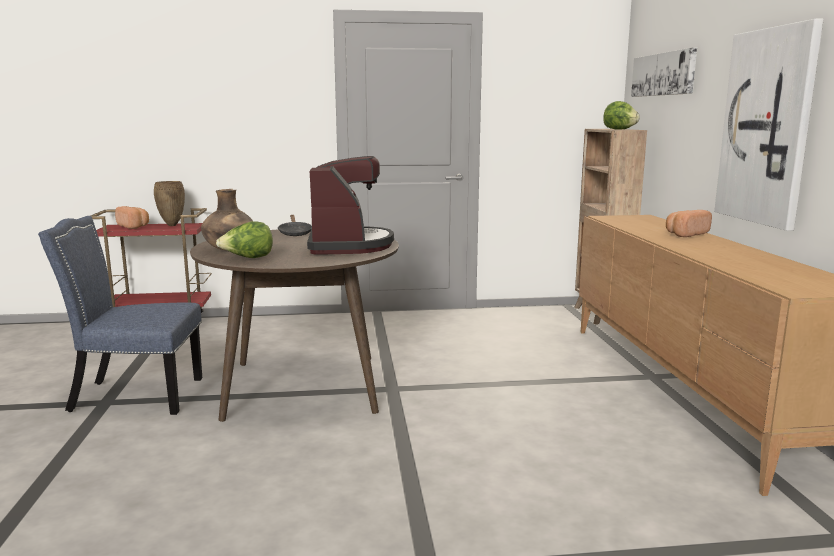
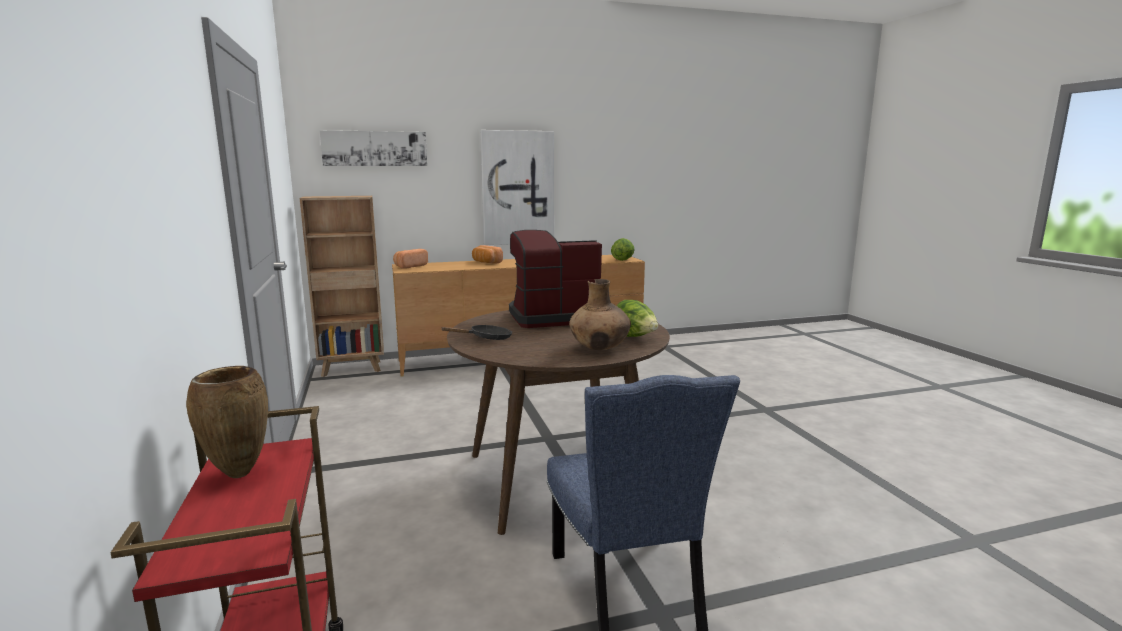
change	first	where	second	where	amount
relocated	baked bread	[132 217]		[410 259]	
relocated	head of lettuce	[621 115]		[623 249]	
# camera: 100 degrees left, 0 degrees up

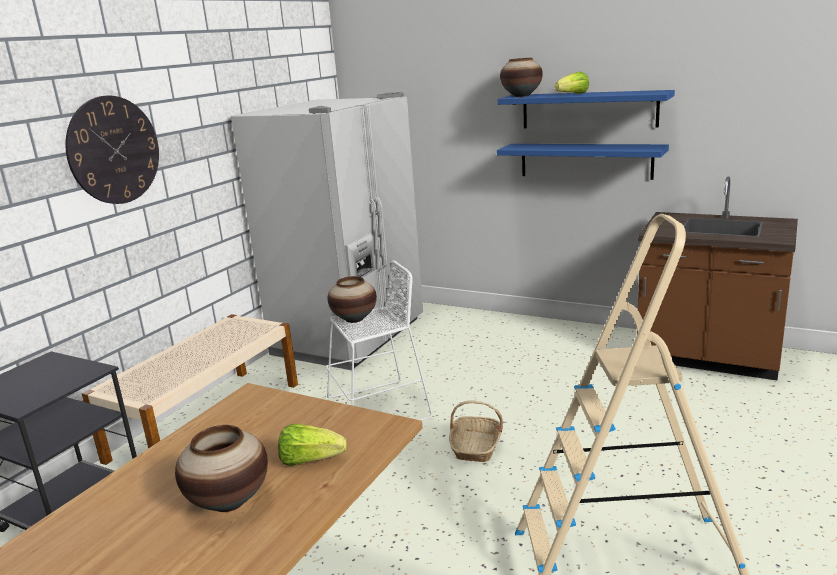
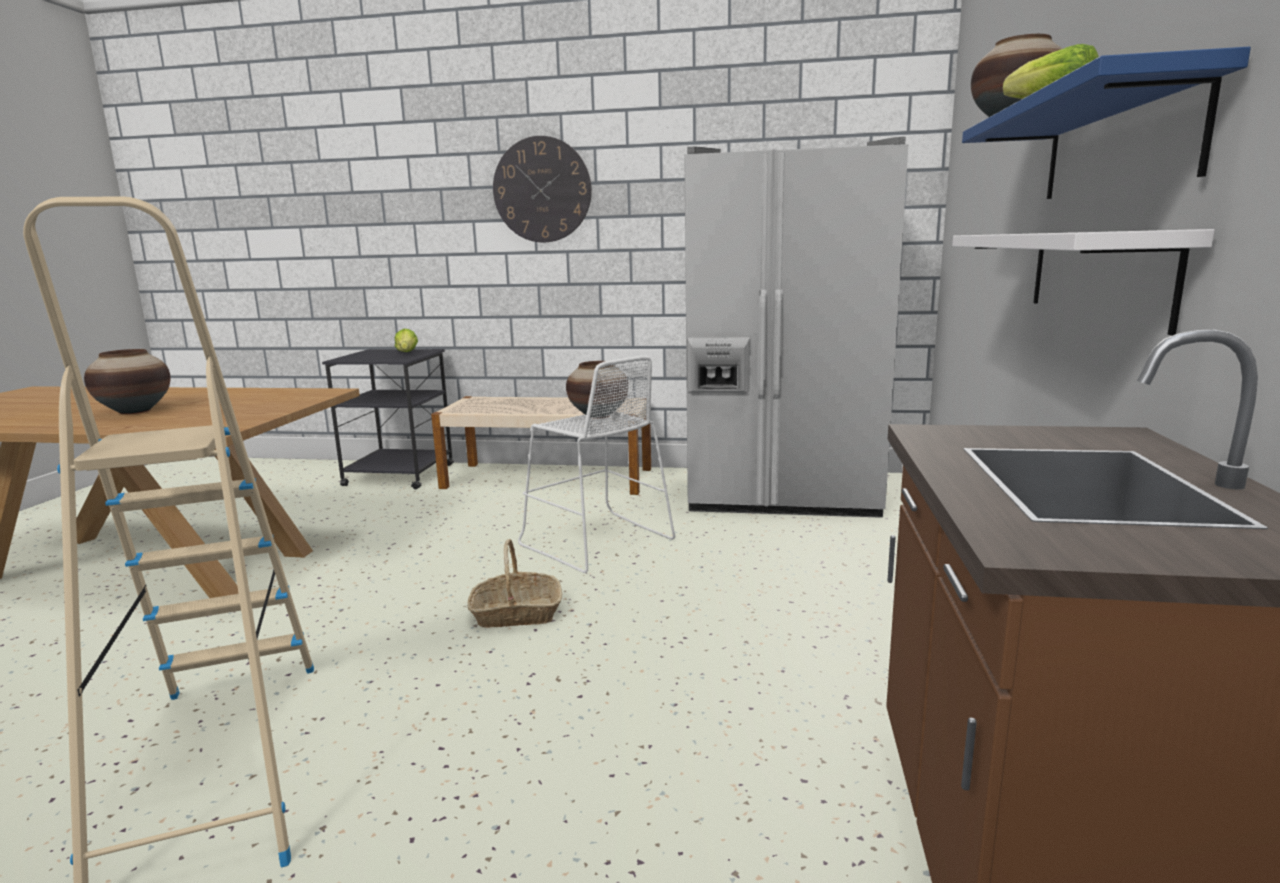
change	first	where	second	where	amount
relocated	head of lettuce	[312 445]		[406 340]	
colour	bluish wall shelf	[583 162]	white-coloured wall shelf	[1083 282]	
# camera: 70 degrees right, 5 degrees down

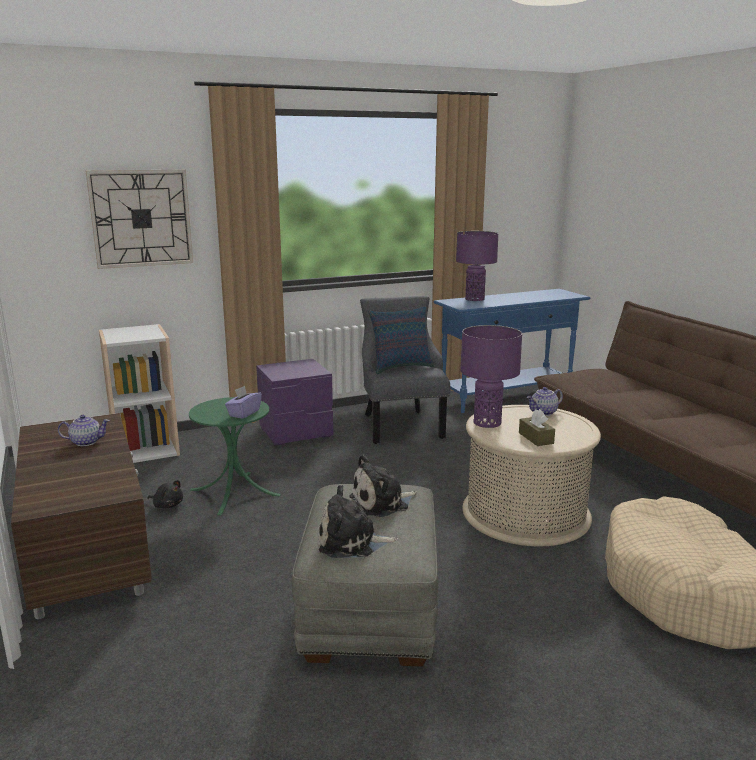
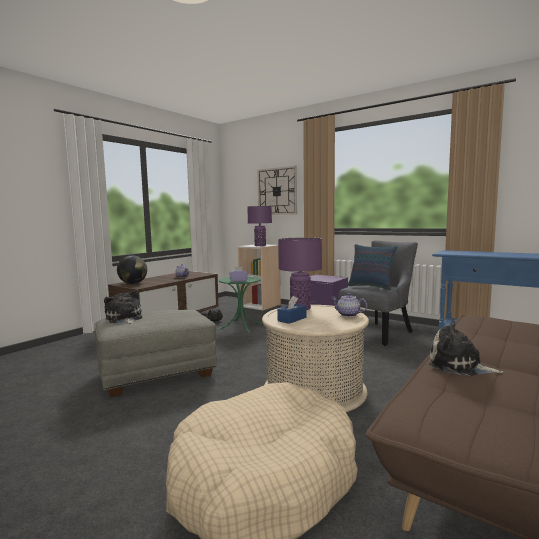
change	first	where	second	where	amount
appeared			desk globe	[132 269]	
relocated	cuddly toy	[383 485]		[466 348]	
relocated	purple-coloured lamp for a table	[477 266]		[260 226]	
colour	brownish tissue holder	[537 427]	bluish tissue holder	[291 310]	
# camera: 60 degrees right, 10 degrees down

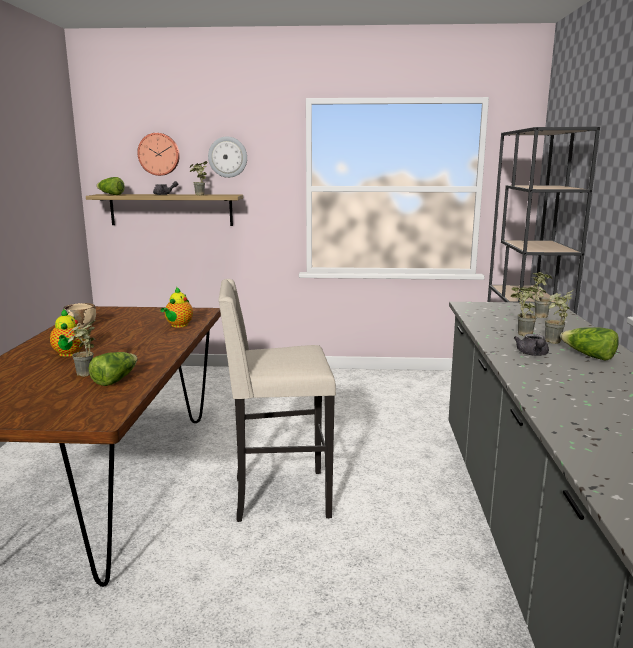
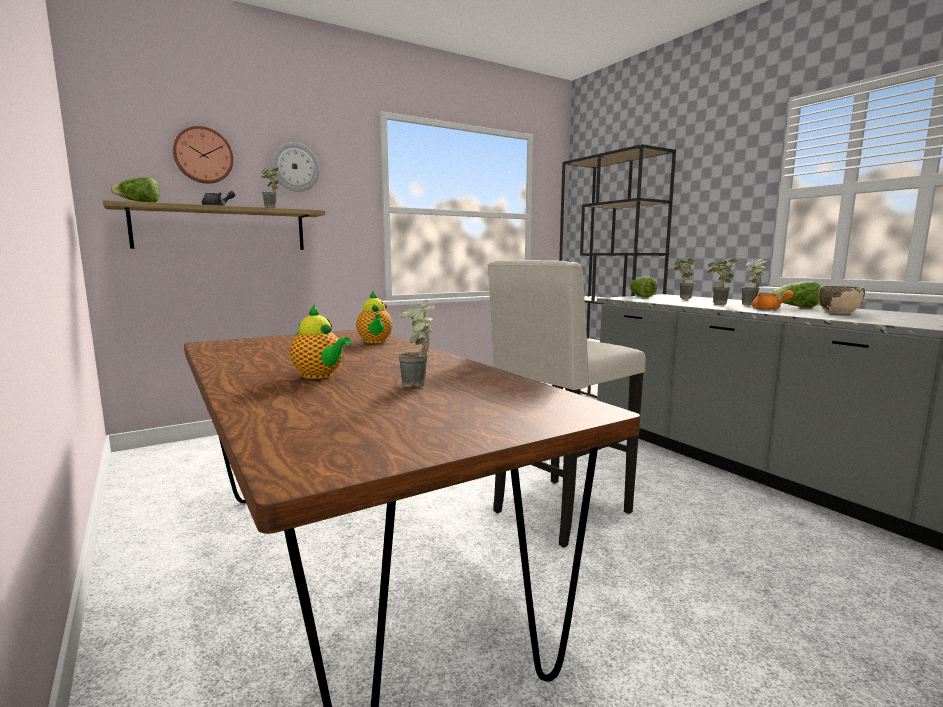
change	first	where	second	where	amount
relocated	beige serving bowl	[79 316]		[841 300]	
relocated	head of lettuce	[113 369]		[643 286]	
colour	greyish teapot	[531 345]	orangey teapot	[773 300]	
# camera: 35 degrees left, 5 degrees down

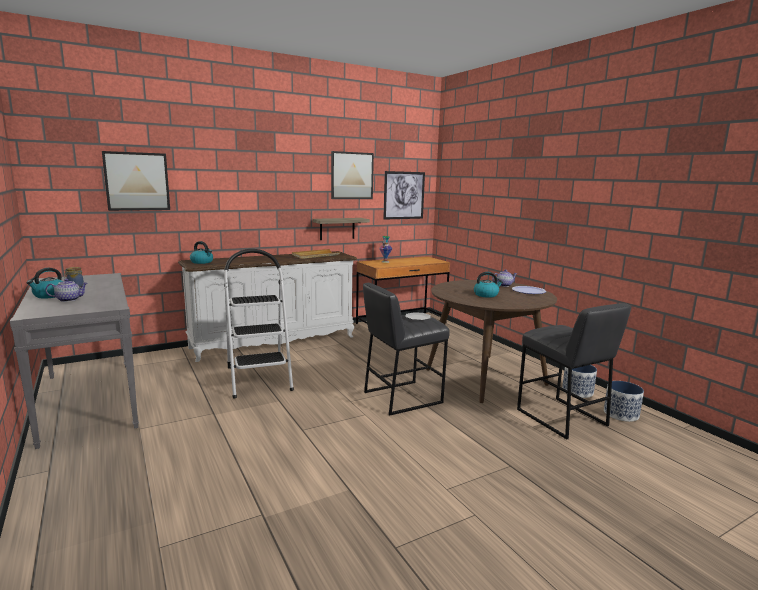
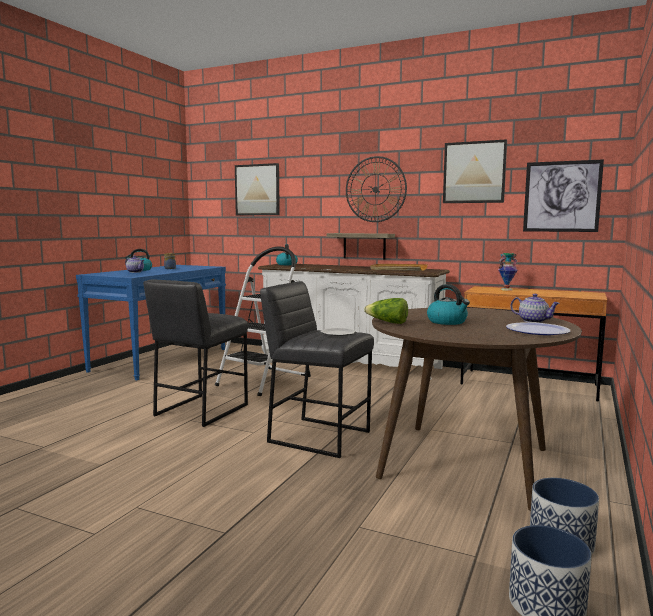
change	first	where	second	where	amount
appeared			clock on the wall	[376 189]	
appeared			head of lettuce	[386 311]	
relocated	wall shelf	[341 229]		[360 246]	
relocated	greyish sitting stool	[574 371]		[195 353]	
colour	greyish narrow table	[74 361]	bluish narrow table	[151 322]	
# camera: 55 degrees right, 5 degrees down

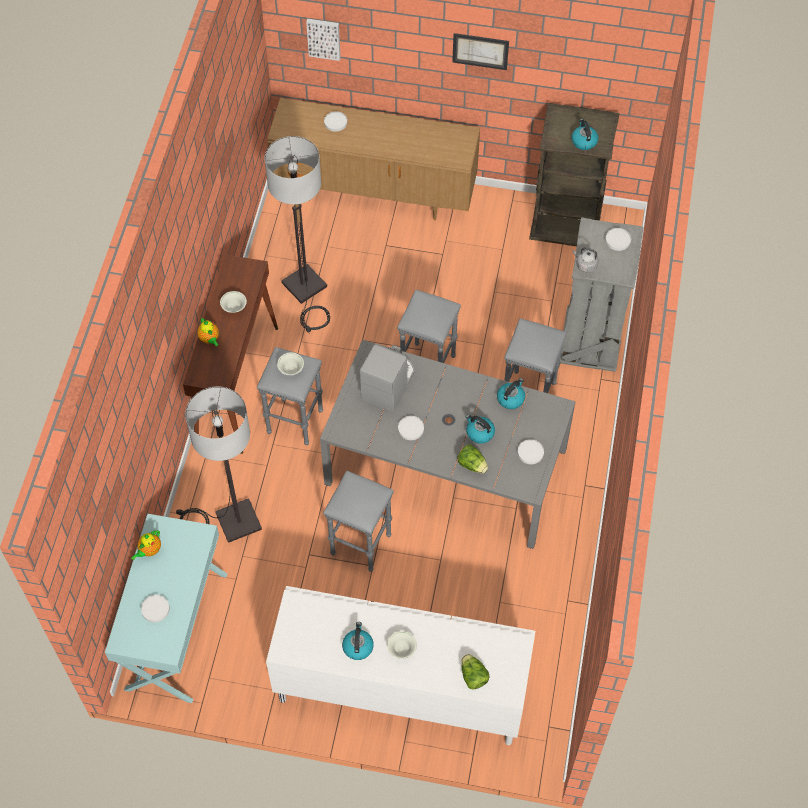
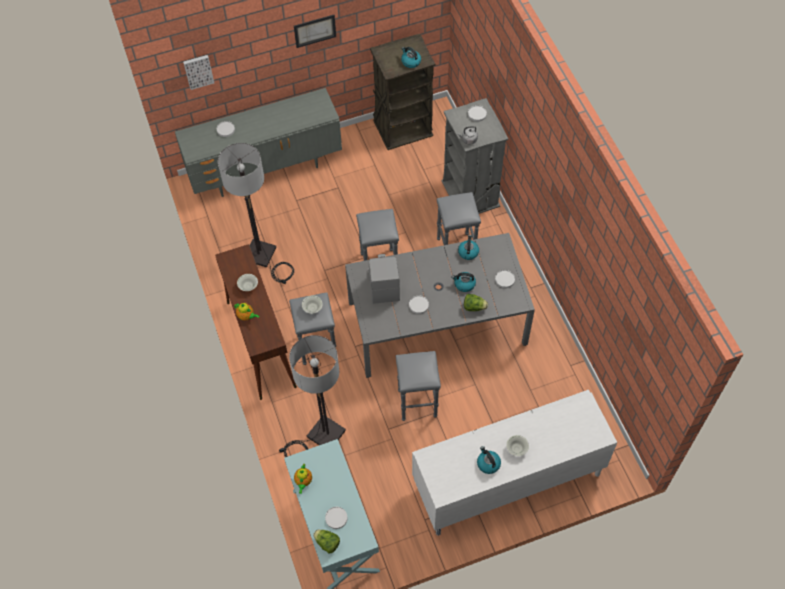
change	first	where	second	where	amount
relocated	head of lettuce	[476 672]		[326 542]	
colour	brownish chest of drawers	[373 159]	greyish chest of drawers	[258 142]	
# camera: 30 degrees left, 0 degrees up

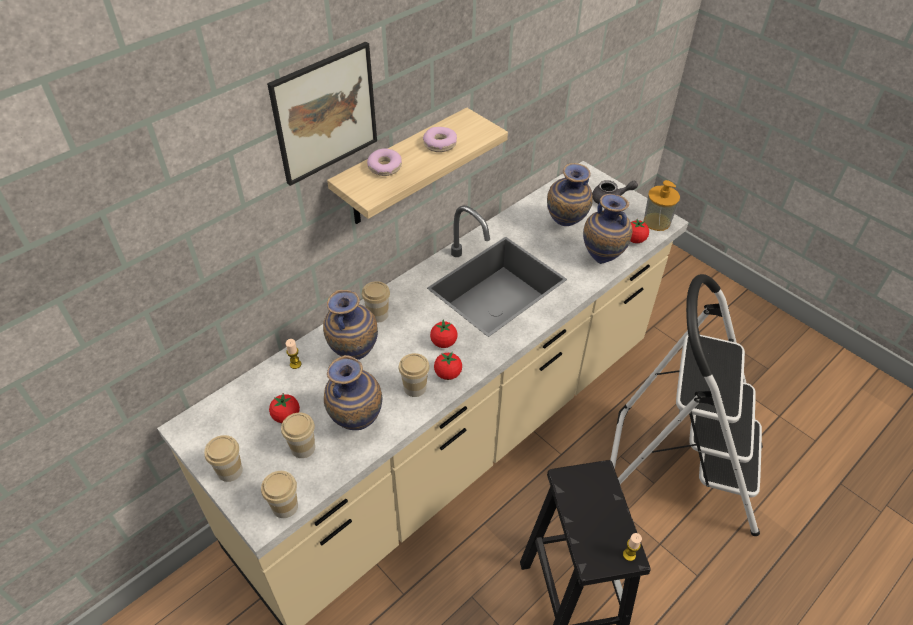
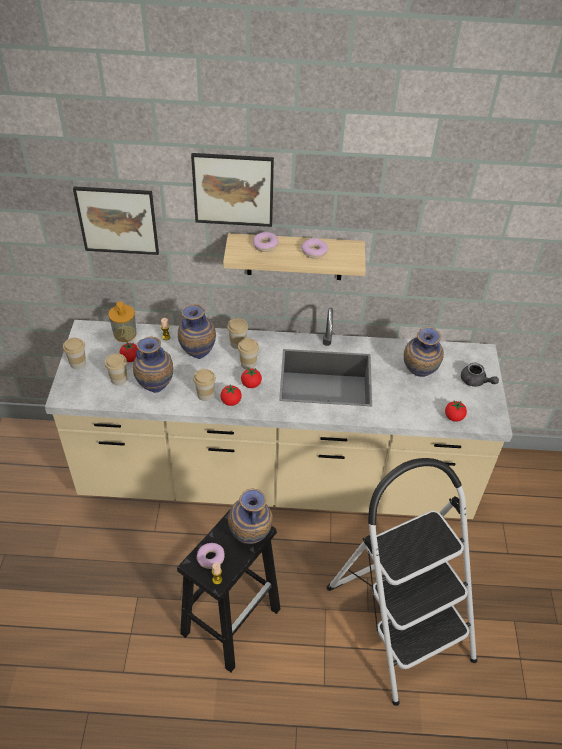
change	first	where	second	where	amount
appeared			picture	[116 220]	
appeared			ring doughnut	[210 556]	
relocated	drinking cup	[279 494]		[248 354]	
relocated	decorative vase	[607 229]		[250 516]	
relocated	soap bottle	[662 205]		[122 321]	
# camera: 45 degrees right, 0 degrees up

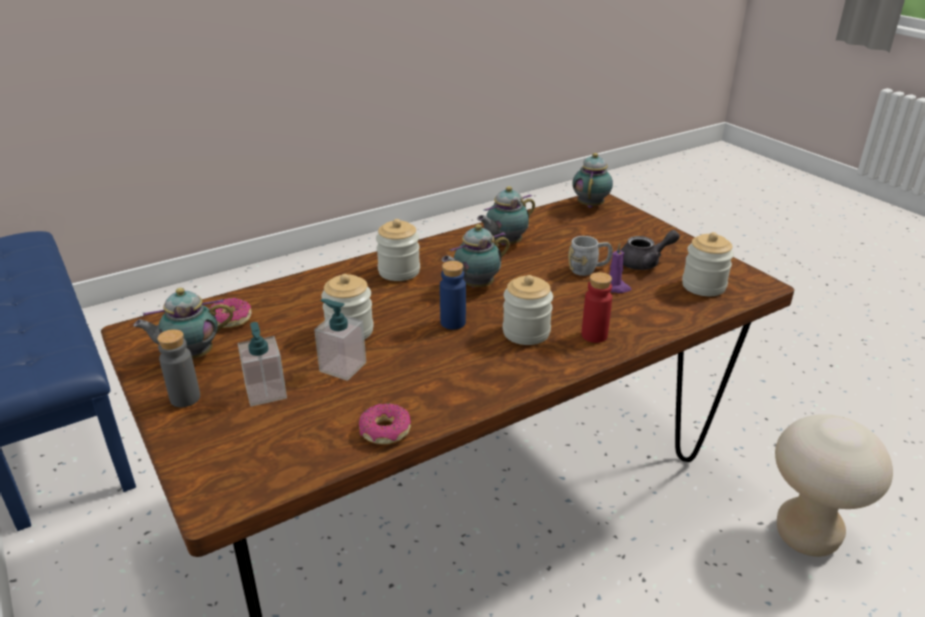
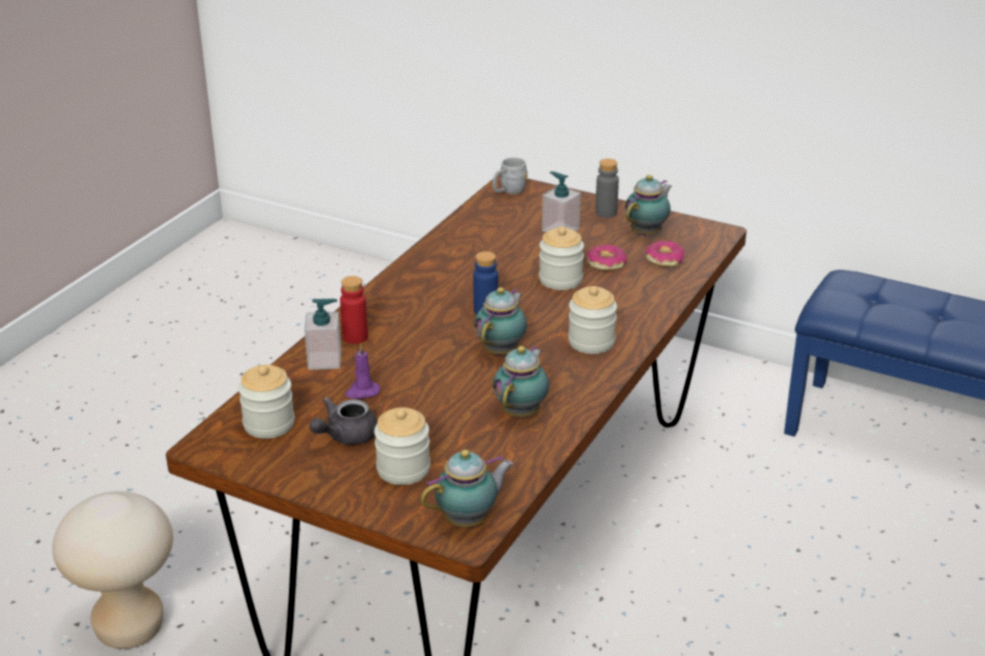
change	first	where	second	where	amount
relocated	soap bottle	[340 340]		[322 334]	
relocated	ring doughnut	[385 424]		[607 257]	
relocated	preserve jar	[528 310]		[402 446]	
relocated	greyish tea mug	[590 256]		[510 175]	
spun	teapot	[592 180]		[467 488]	105 degrees counterclockwise
# camera: 150 degrees right, 0 degrees up

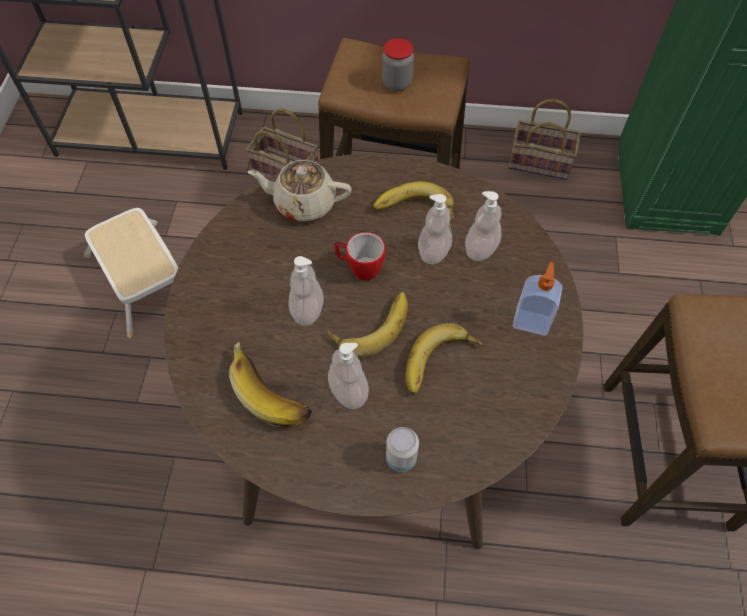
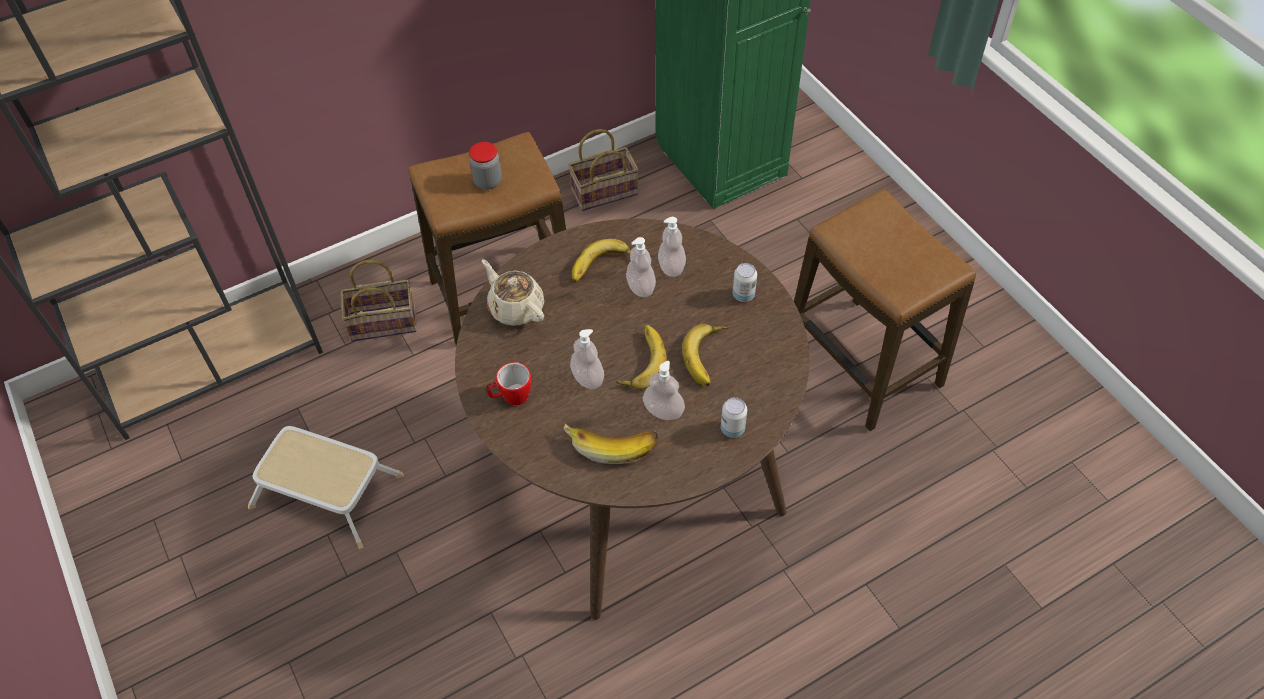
change	first	where	second	where	amount
relocated	tea mug	[360 256]		[509 384]	
exchanged	soap bottle	[537 299]	sealed can	[745 282]	
spun	beige teapot	[299 190]		[513 292]	75 degrees clockwise
# camera: 35 degrees left, 5 degrees down

